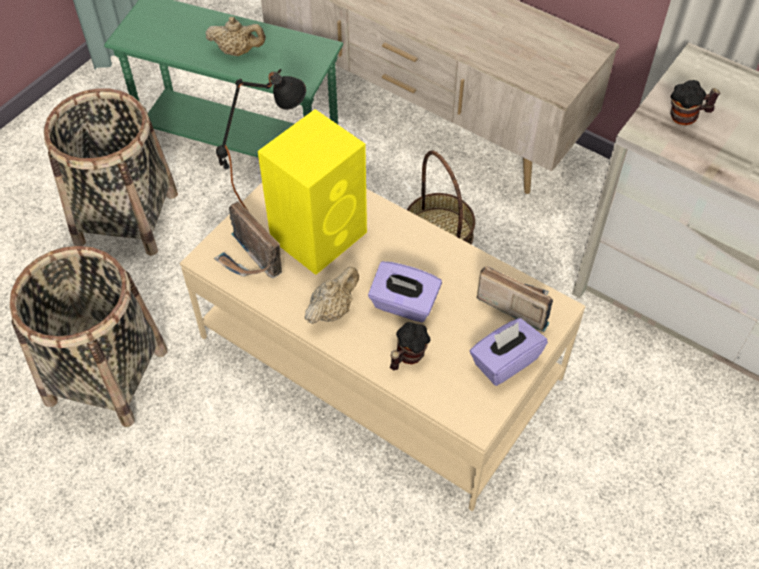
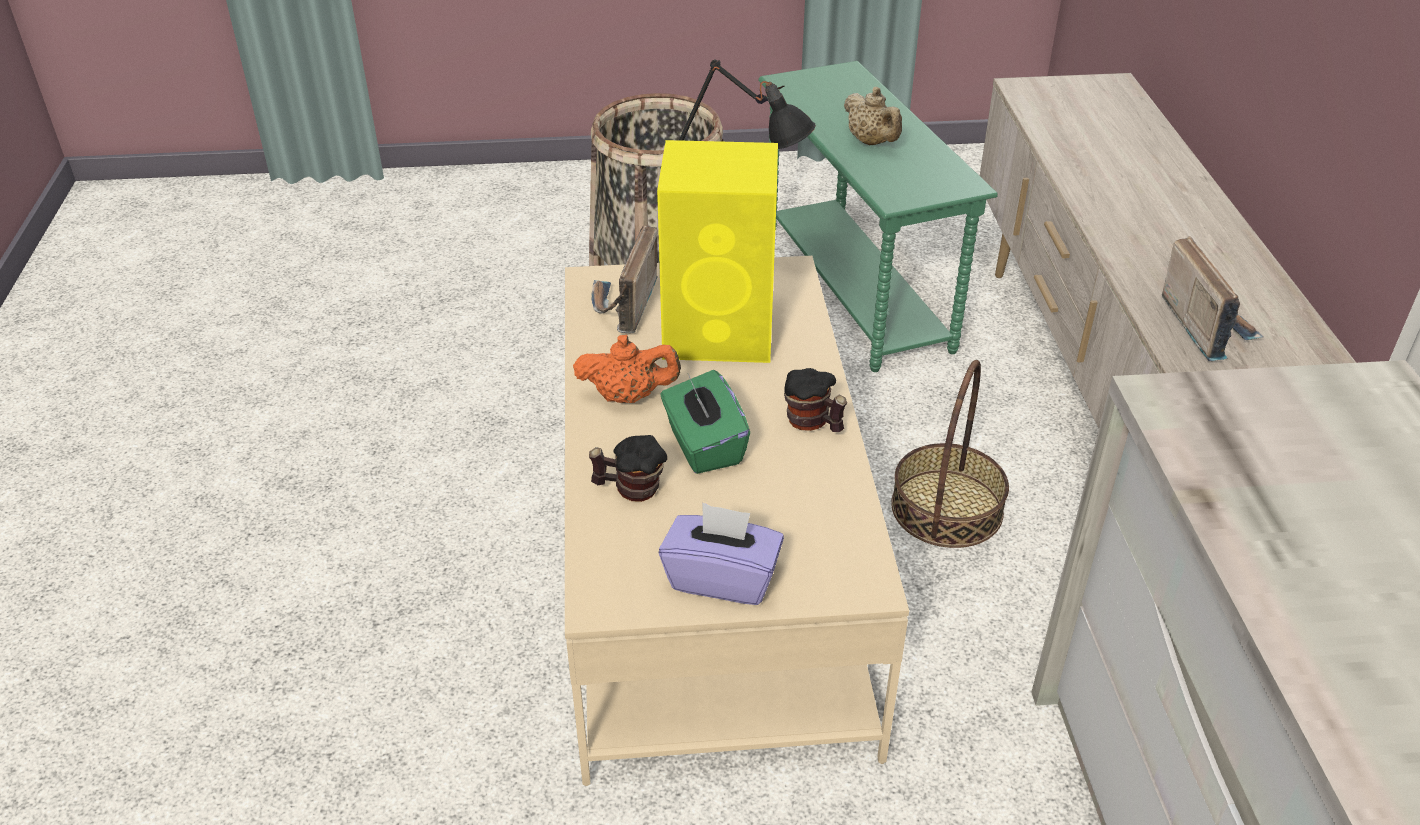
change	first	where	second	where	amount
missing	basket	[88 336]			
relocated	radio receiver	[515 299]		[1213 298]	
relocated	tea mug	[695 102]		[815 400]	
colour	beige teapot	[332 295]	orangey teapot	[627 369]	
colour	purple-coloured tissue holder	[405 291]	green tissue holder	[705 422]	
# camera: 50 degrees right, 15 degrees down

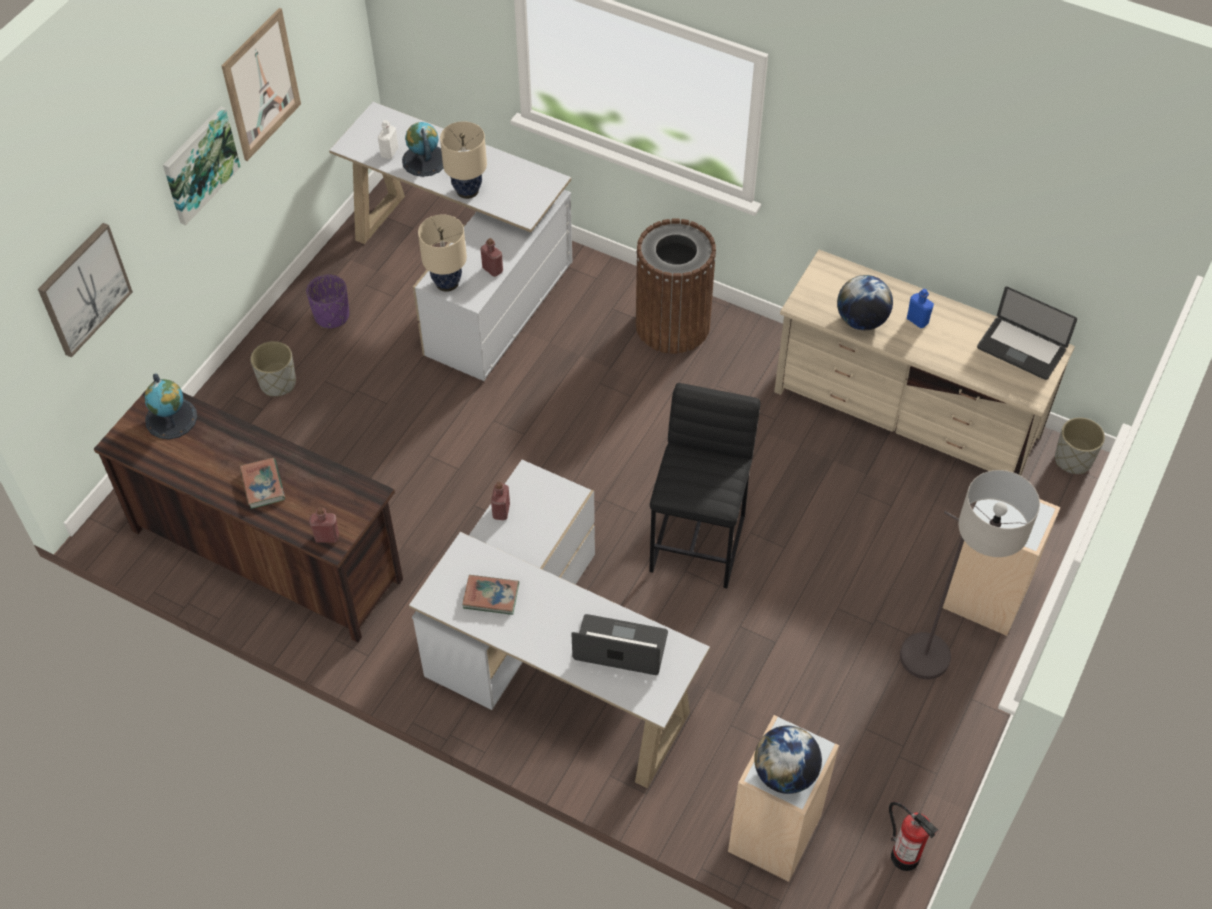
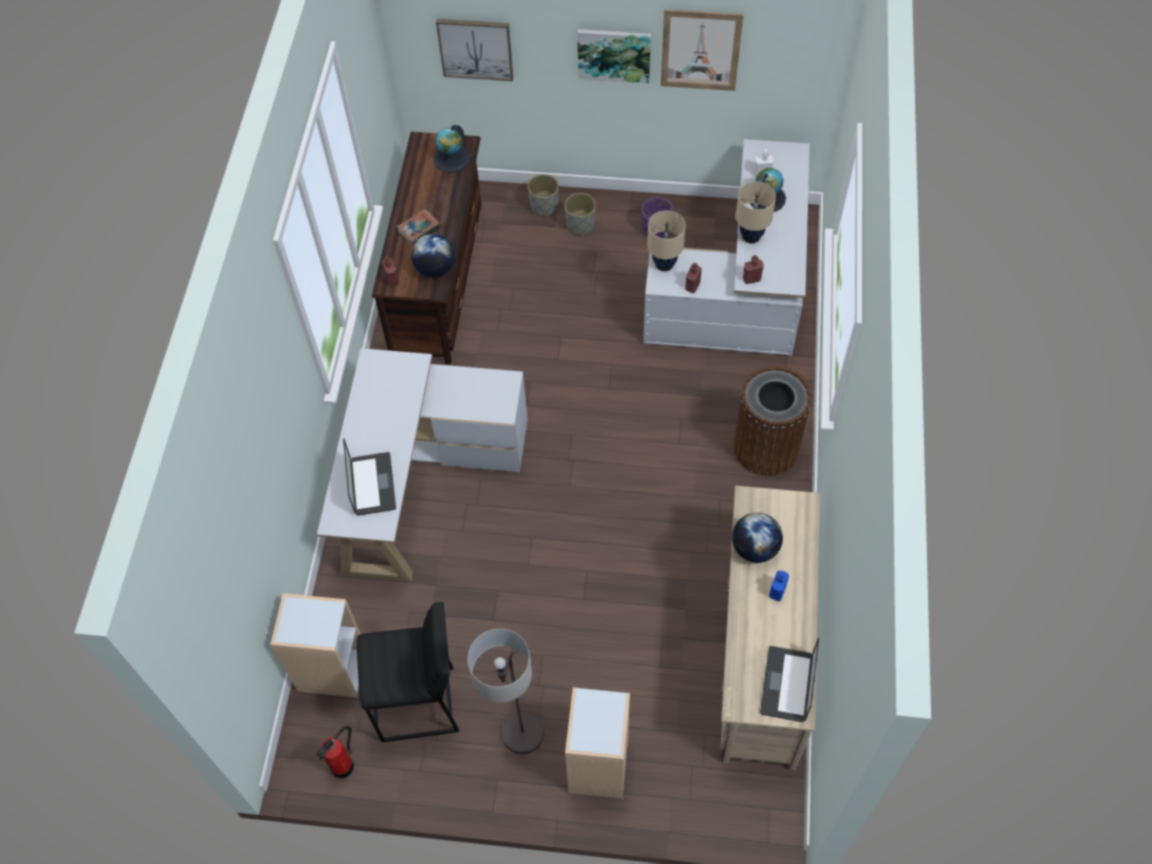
change	first	where	second	where	amount
missing	book	[490 595]			
relocated	red-coloured drink bottle	[500 501]		[753 269]	
relocated	black sitting stool	[704 485]		[408 672]	
relocated	desk globe	[788 760]		[433 256]	
relocated	greyish flower pot	[1080 445]		[543 195]	
# camera: 70 degrees right, 5 degrees up

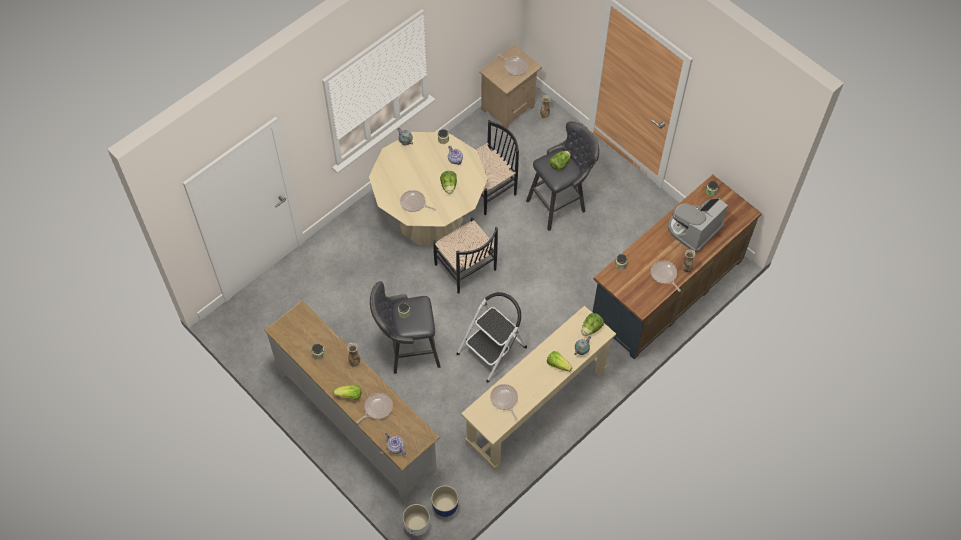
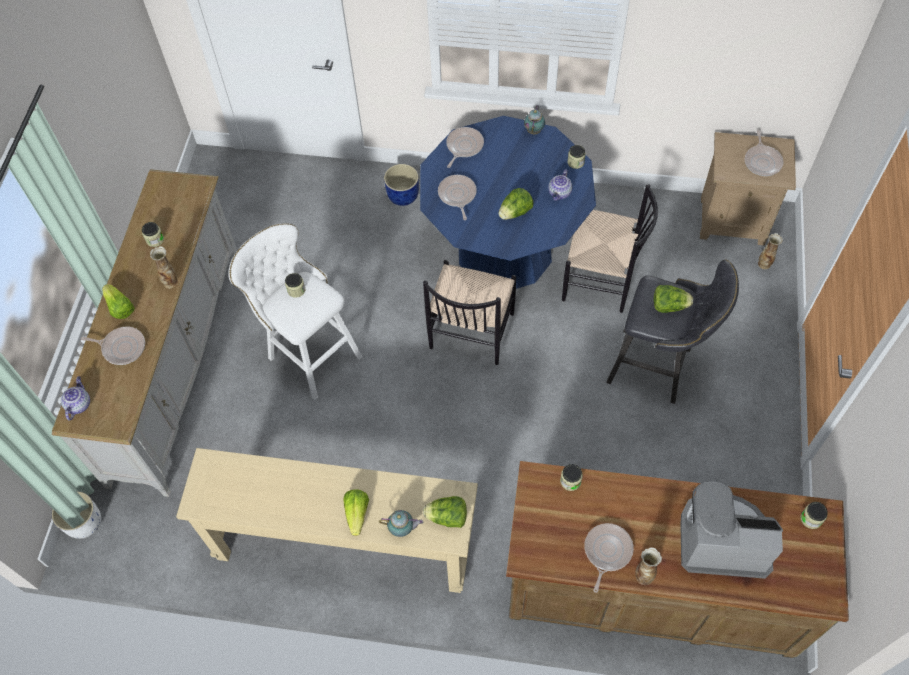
change	first	where	second	where	amount
missing	step stool	[491 337]			
relocated	bluish flower pot	[445 501]		[401 185]	
relocated	skillet	[504 402]		[465 147]	
colour	beige kitchen table	[428 188]	bluish kitchen table	[508 202]	
colour	black sitting stool	[405 327]	white-coloured sitting stool	[295 311]	
# camera: 55 degrees right, 0 degrees up

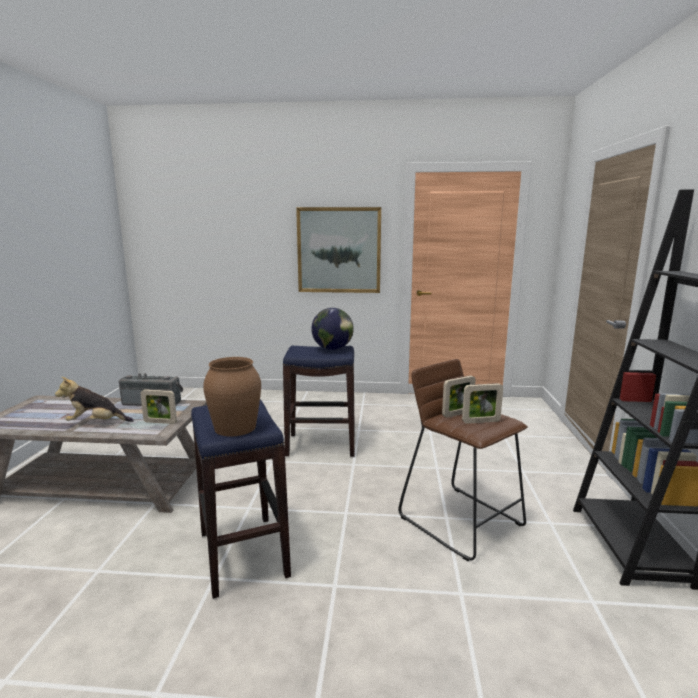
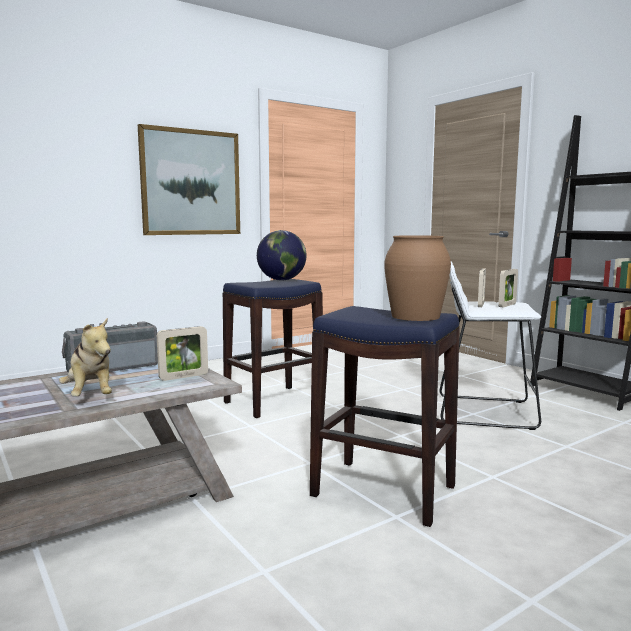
change	first	where	second	where	amount
colour	brownish sitting stool	[463 460]	white-coloured sitting stool	[490 345]	
spun	cuddly toy	[94 399]		[85 357]	75 degrees counterclockwise
# camera: 40 degrees left, 5 degrees down

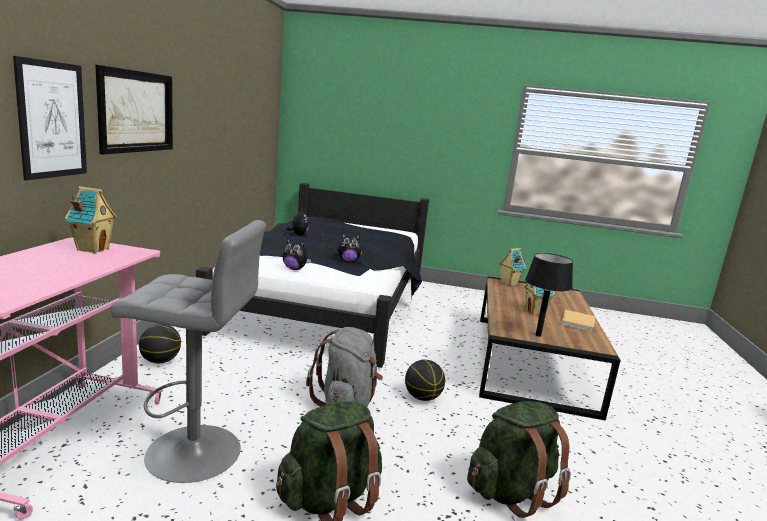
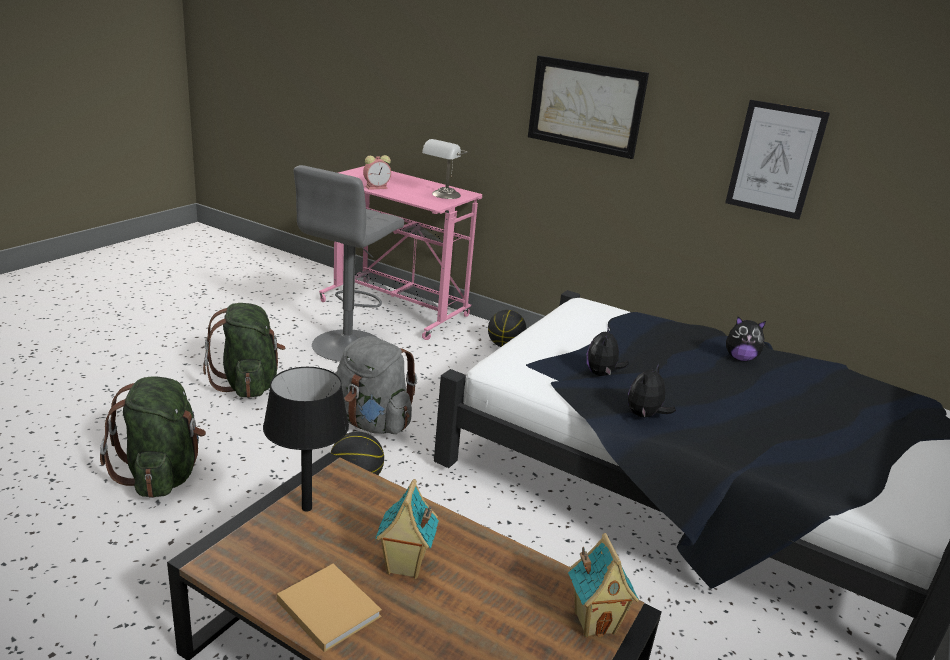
change	first	where	second	where	amount
appeared			bedside clock	[377 172]	
relocated	picture	[50 118]		[777 160]	
relocated	cuddly toy	[296 254]		[652 390]	
exchanged	toy house	[91 219]	white-coloured lamp for a table	[445 169]	
# camera: 110 degrees right, 10 degrees up

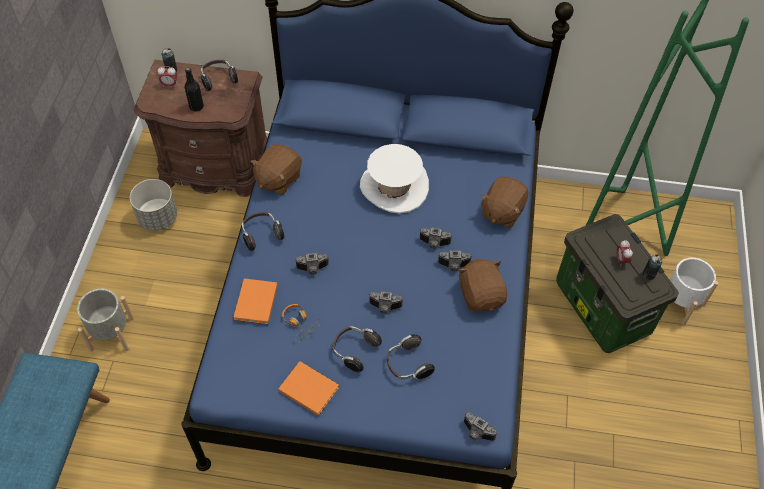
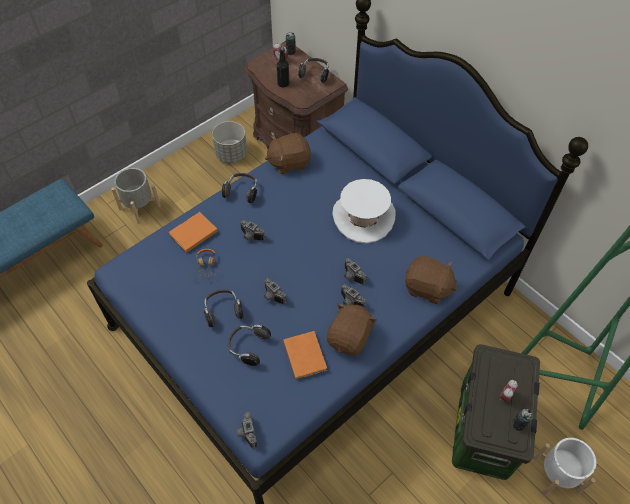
change	first	where	second	where	amount
relocated	orangey book	[308 388]		[305 355]	
spun	brownish cuddly toy	[504 202]		[431 280]	135 degrees counterclockwise
# camera: 40 degrees right, 0 degrees up

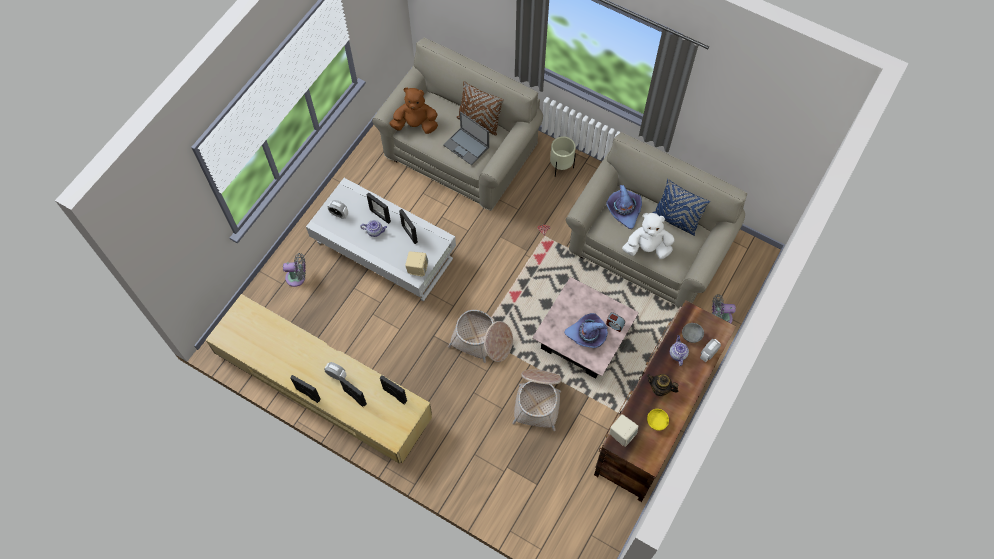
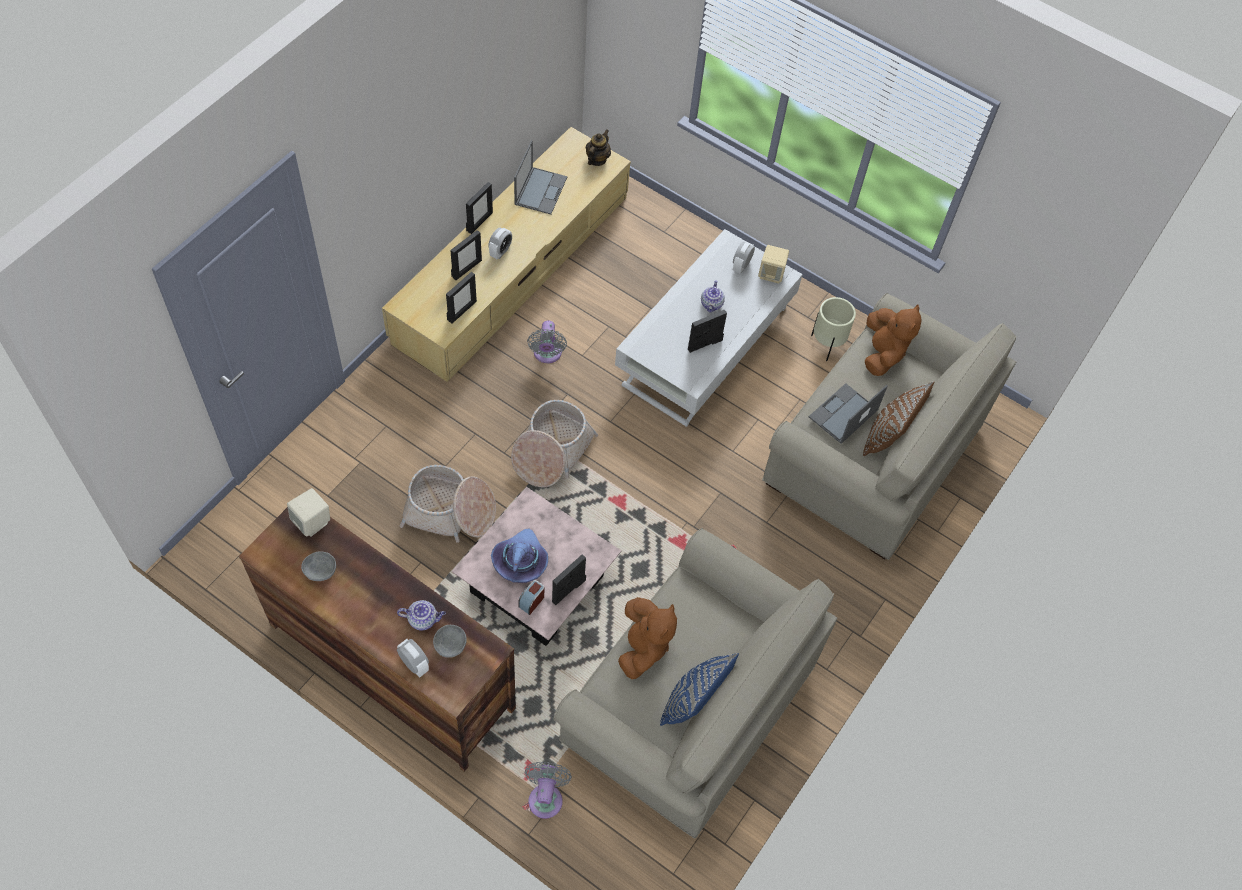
change	first	where	second	where	amount
missing	purple-coloured wearable hat	[624 207]			
appeared			notebook computer	[540 177]	
relocated	greyish cooling fan	[294 270]		[547 342]	
relocated	standing frame	[378 208]		[569 579]	
relocated	beige speaker	[416 264]		[773 264]	
relocated	beige flower pot	[563 156]		[833 329]	
relocated	teapot	[662 385]		[598 147]	
colour	white-coloured cuddly toy	[648 236]	brownish cuddly toy	[647 638]	
colour	yellowish serving bowl	[658 420]	greyish serving bowl	[318 566]	
# camera: 90 degrees right, 5 degrees down

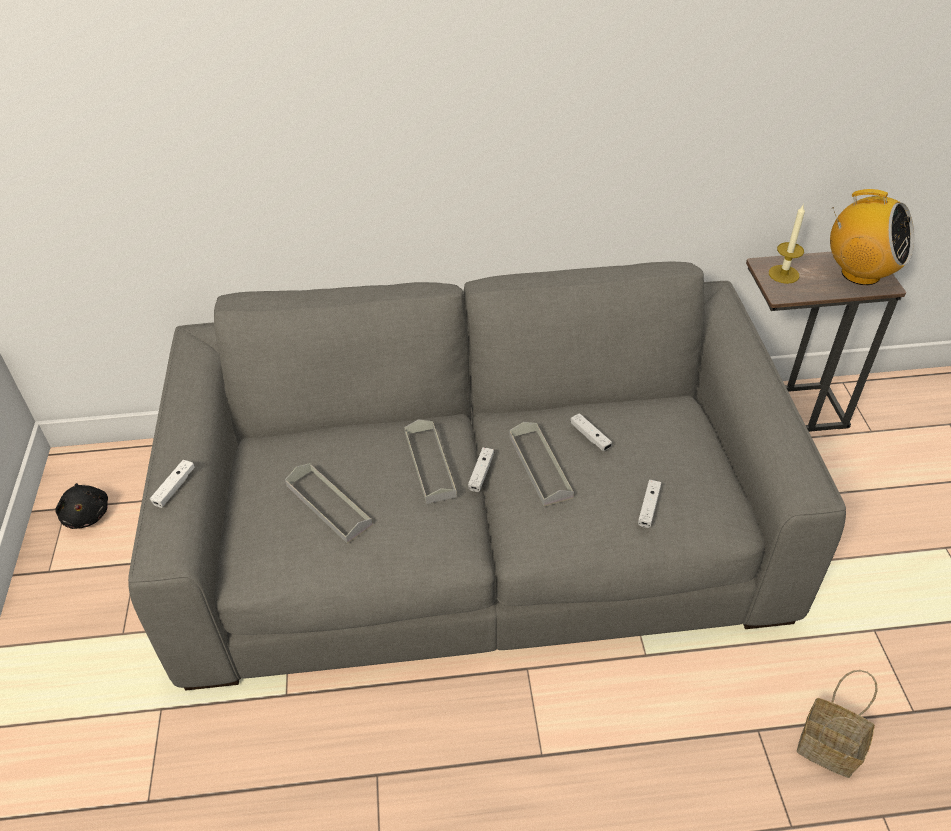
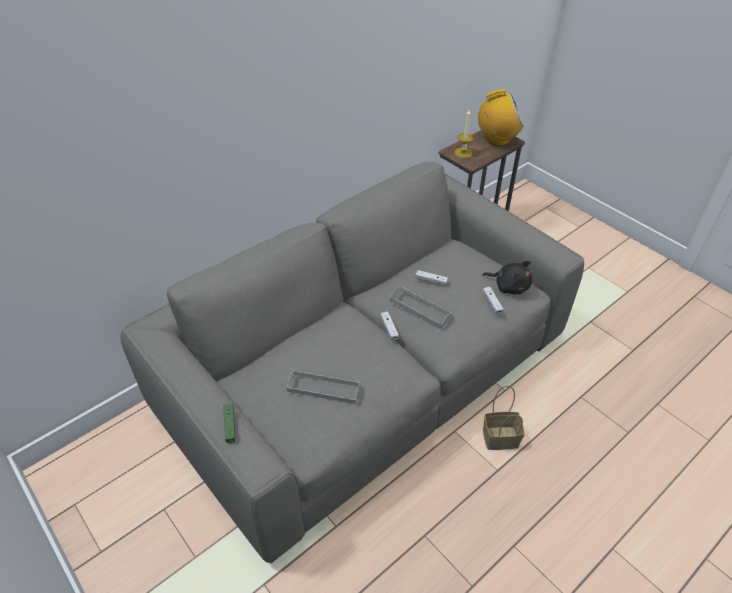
change	first	where	second	where	amount
missing	greyish carrying tray	[430 461]			
relocated	black cuddly toy	[81 506]		[508 277]	
relocated	basket	[837 724]		[504 418]	
colour	white-coloured gamepad	[172 484]	green gamepad	[229 423]	
# camera: 35 degrees left, 0 degrees up

